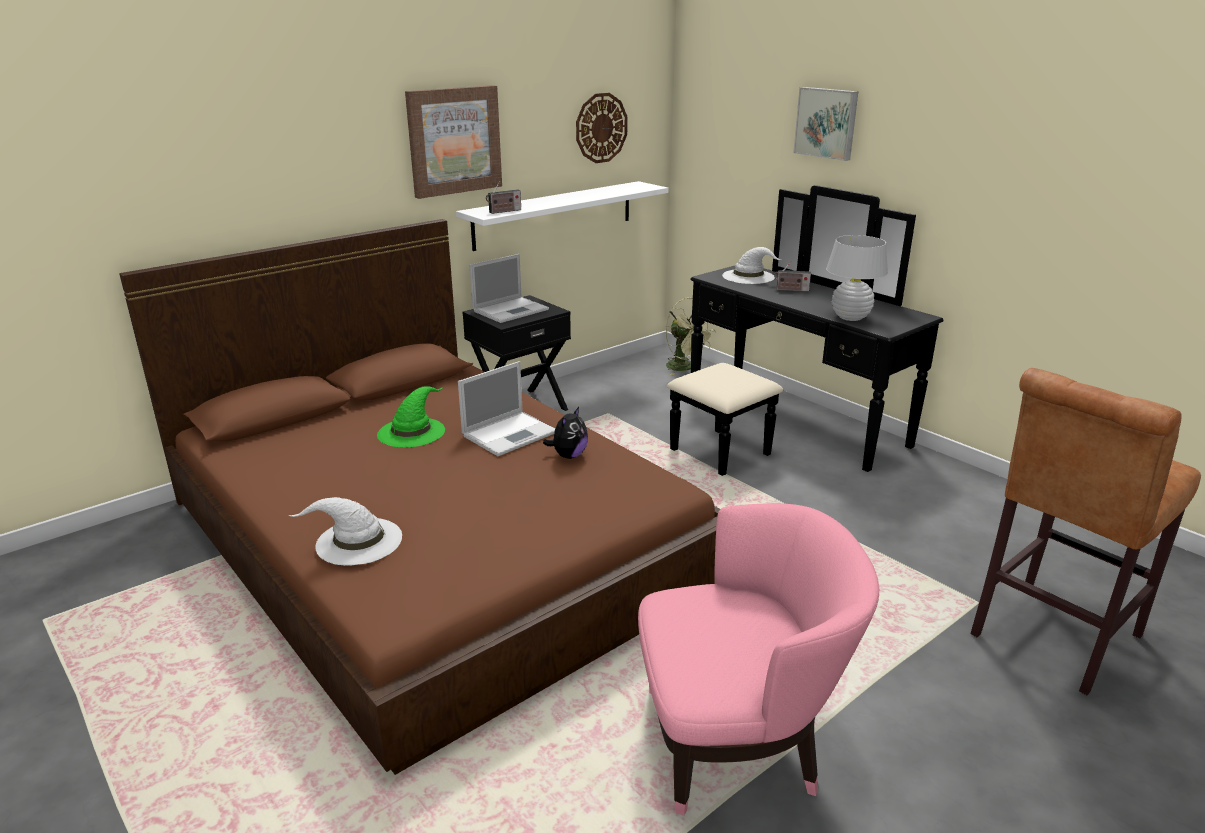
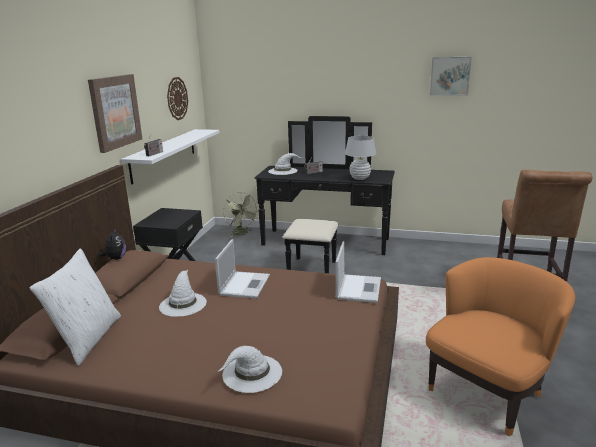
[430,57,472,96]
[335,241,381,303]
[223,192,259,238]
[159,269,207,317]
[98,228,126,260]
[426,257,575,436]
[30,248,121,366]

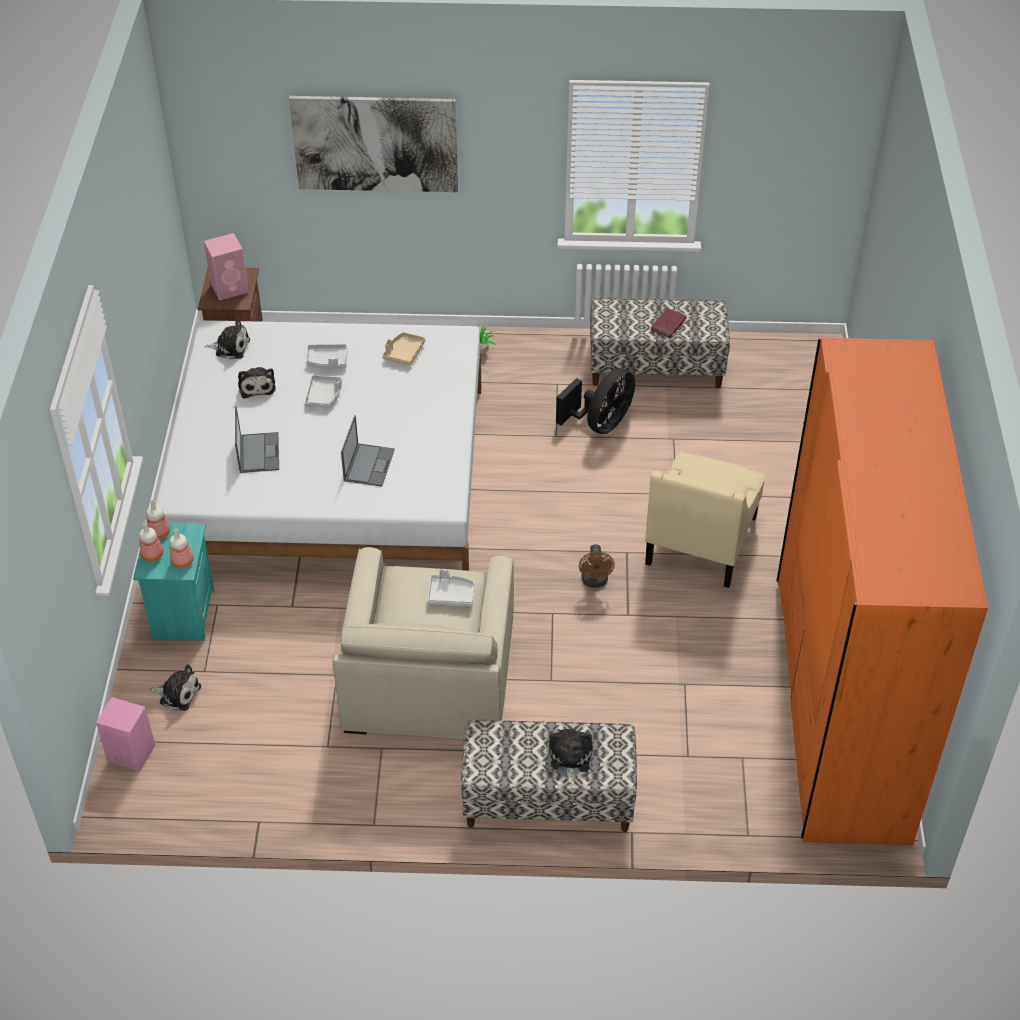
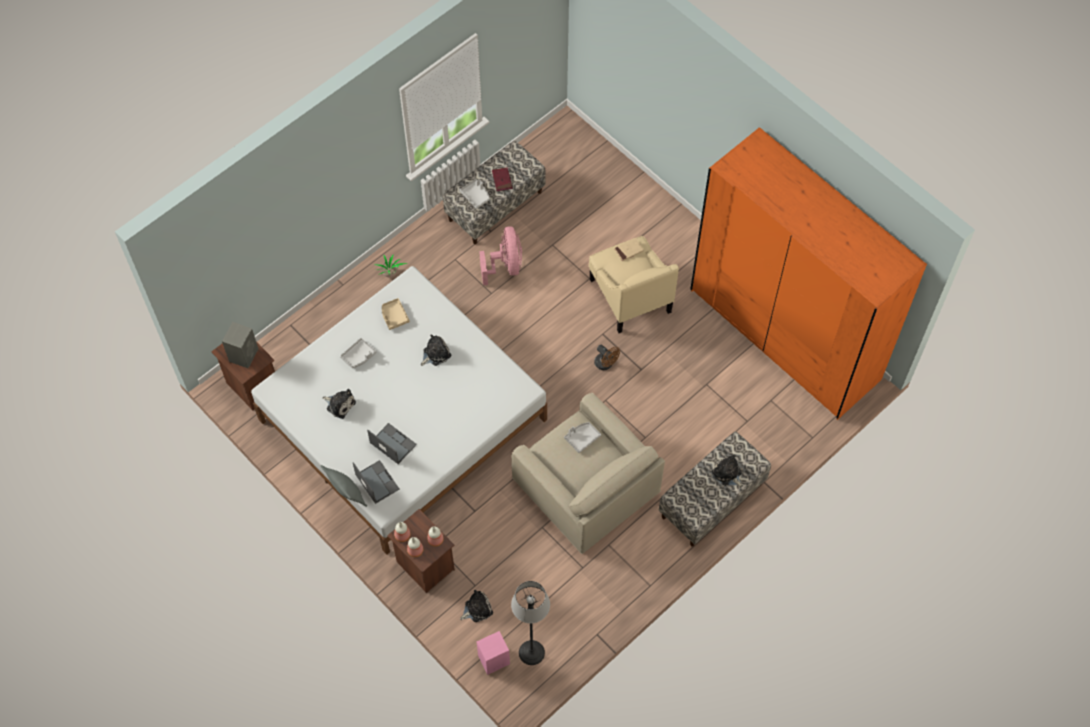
[289,96,458,192] (first image)
[222,322,258,368]
[421,334,452,366]
[479,226,522,285]
[460,179,490,209]
[353,460,399,504]
[387,509,455,593]
[614,237,644,262]
[321,465,367,507]
[511,581,550,665]

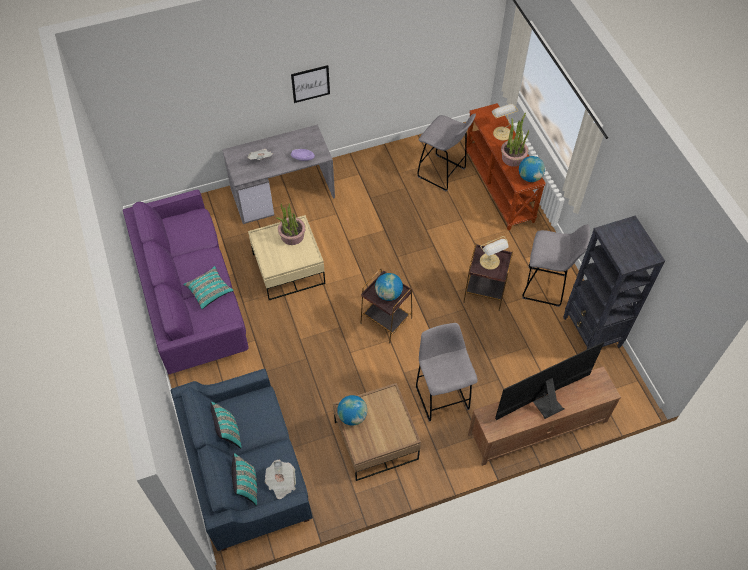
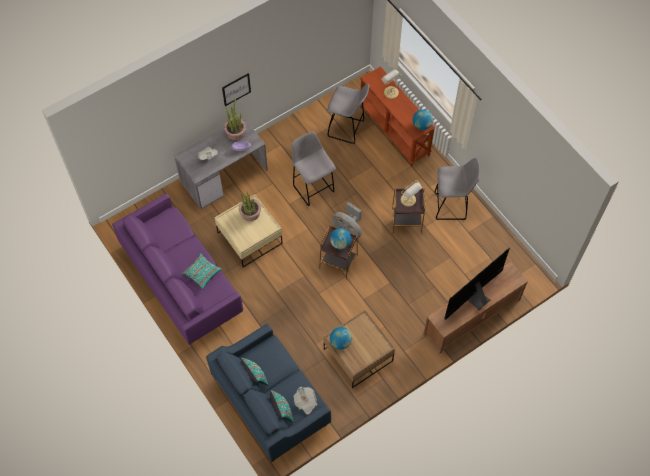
[224,99,246,140]
[563,216,665,349] (first image)
[291,132,336,207]
[332,202,362,238]

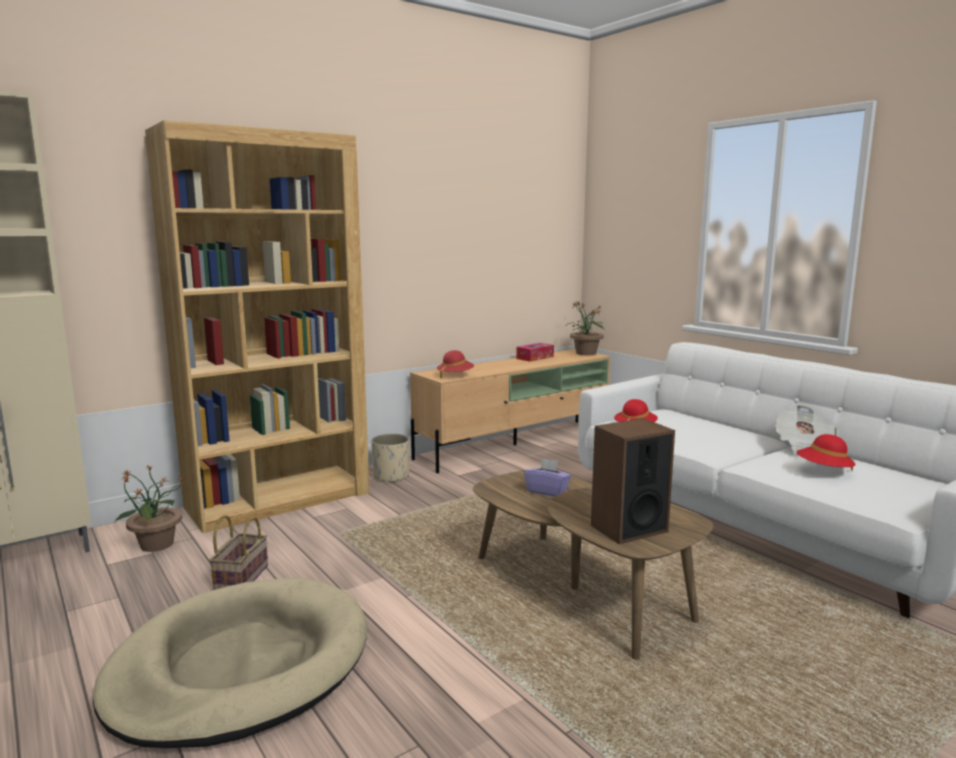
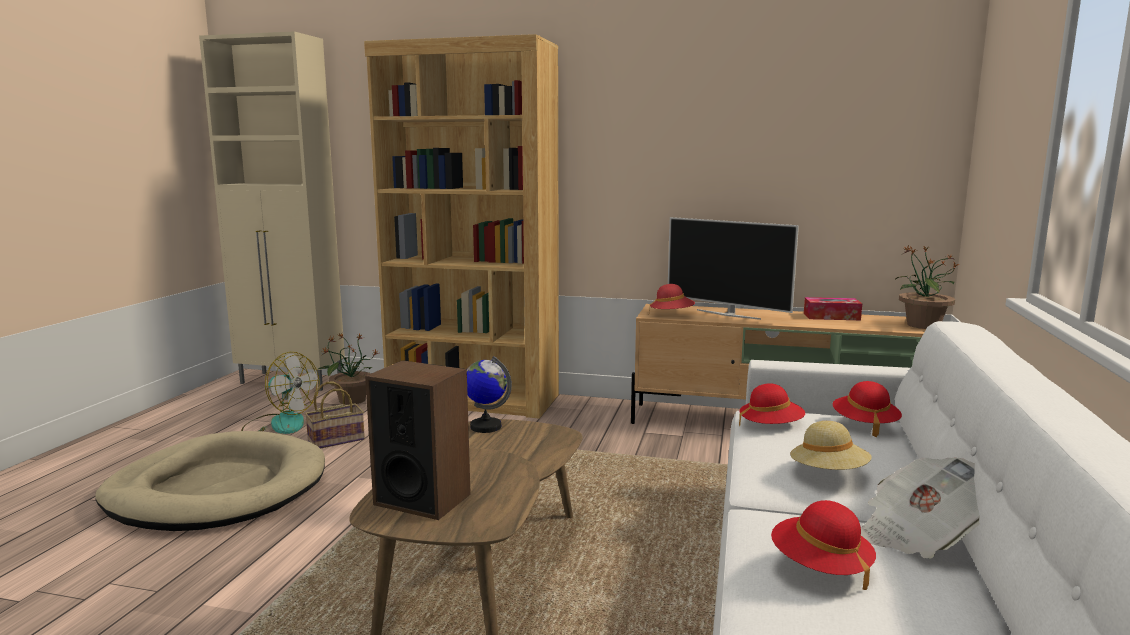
[371,434,410,483] (first image)
[524,458,571,497] (first image)
[668,217,799,320]
[241,352,319,434]
[467,356,512,433]
[833,381,902,437]
[790,421,872,470]

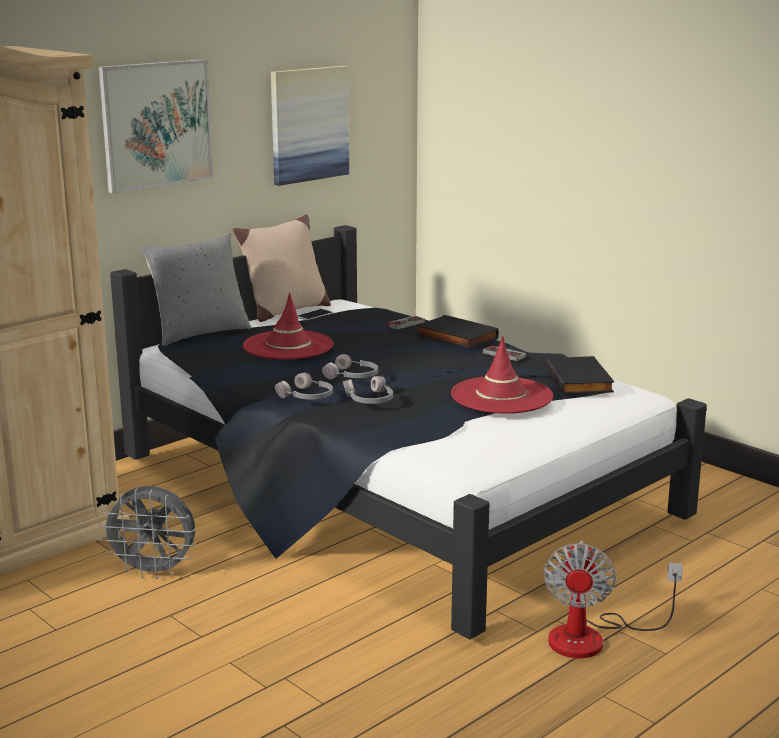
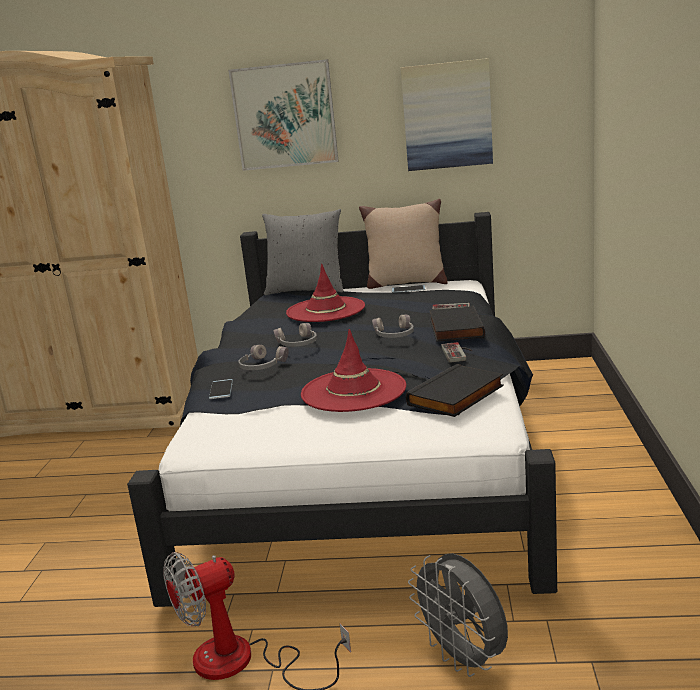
[372,315,414,338]
[408,553,508,677]
[209,379,233,399]

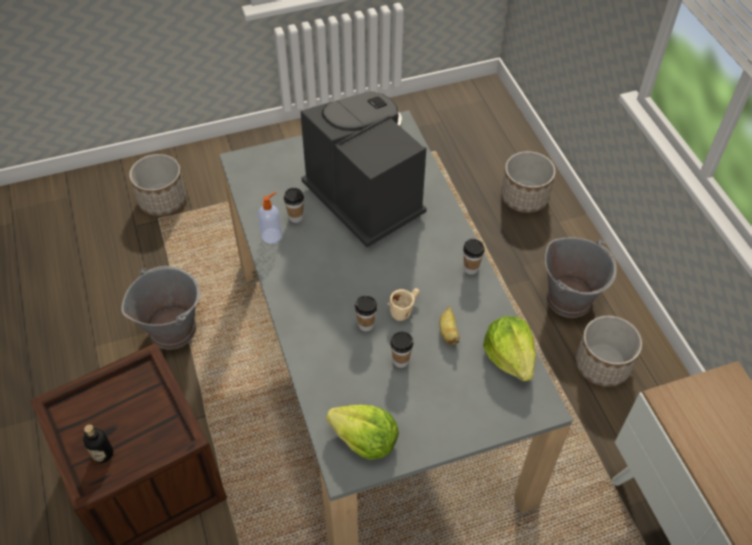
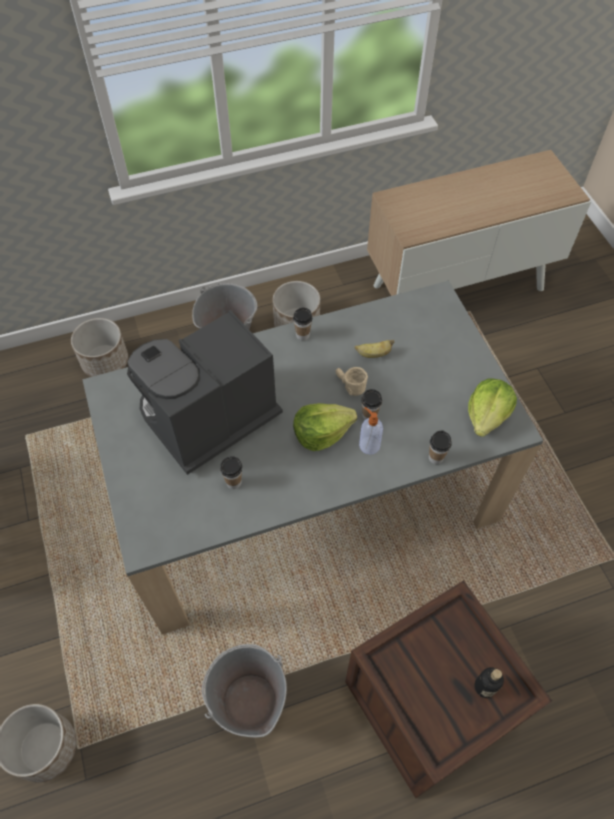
[359,407,383,454]
[293,403,357,451]
[429,431,452,464]

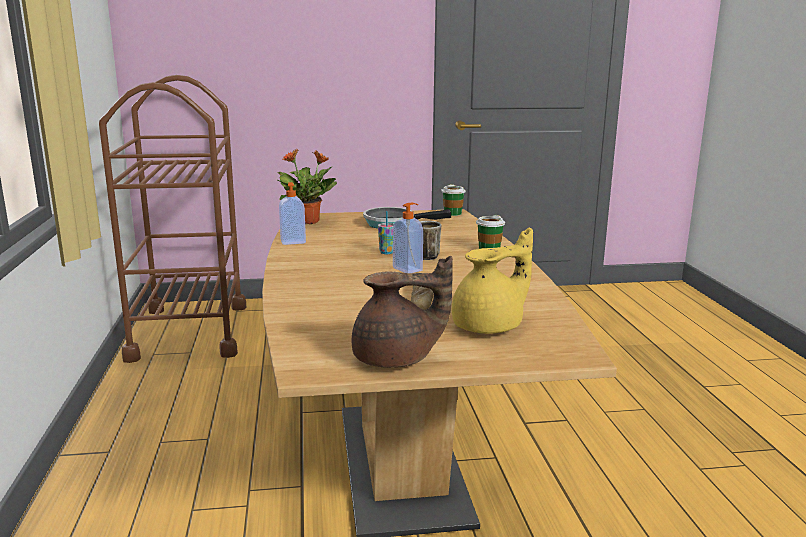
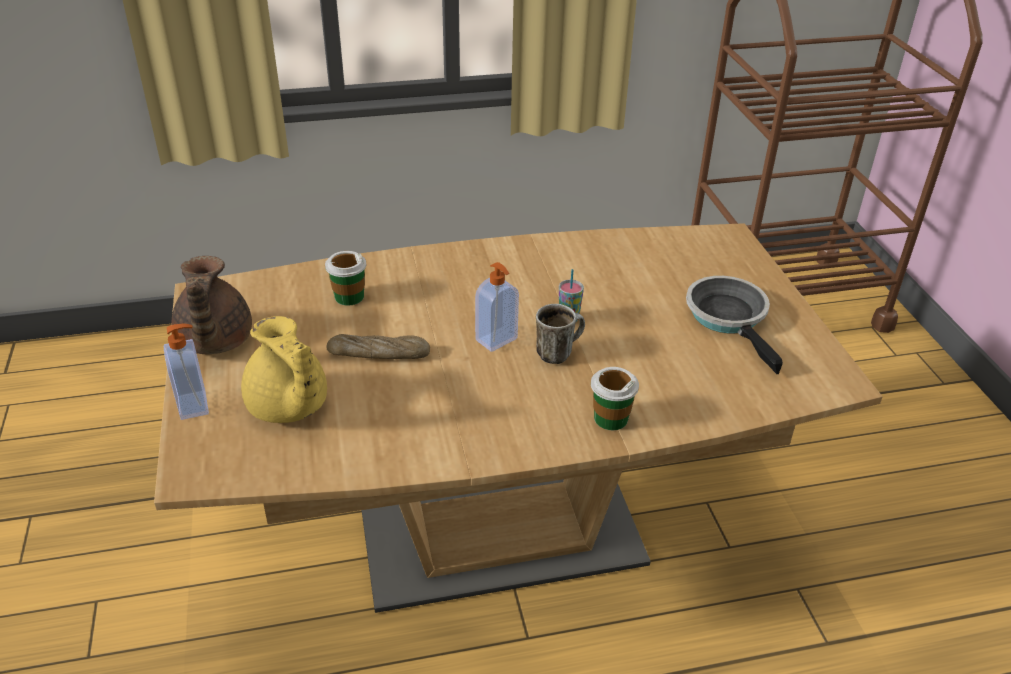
[277,149,337,224] (first image)
[164,324,209,420]
[325,251,366,306]

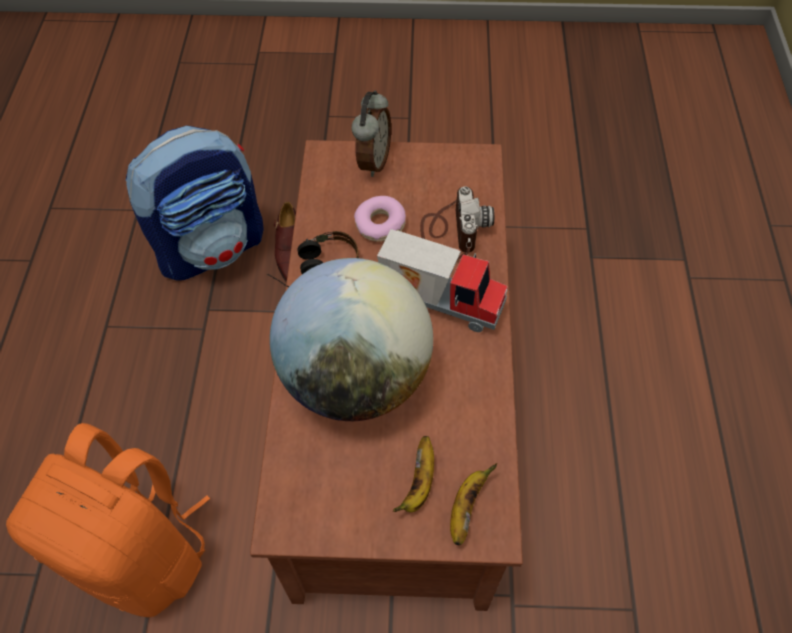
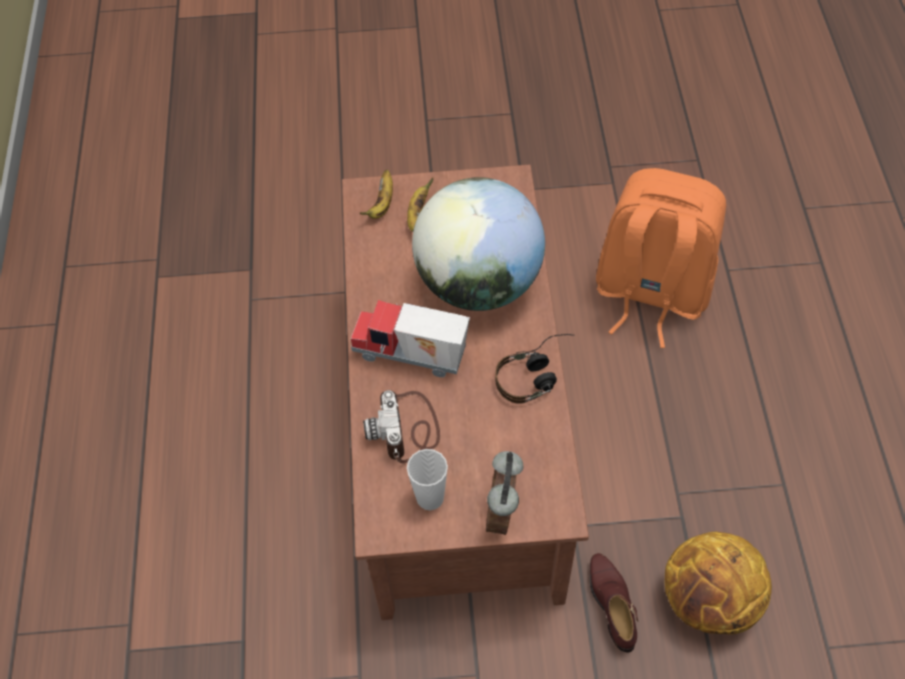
[665,532,772,634]
[354,196,406,242] (first image)
[407,449,448,510]

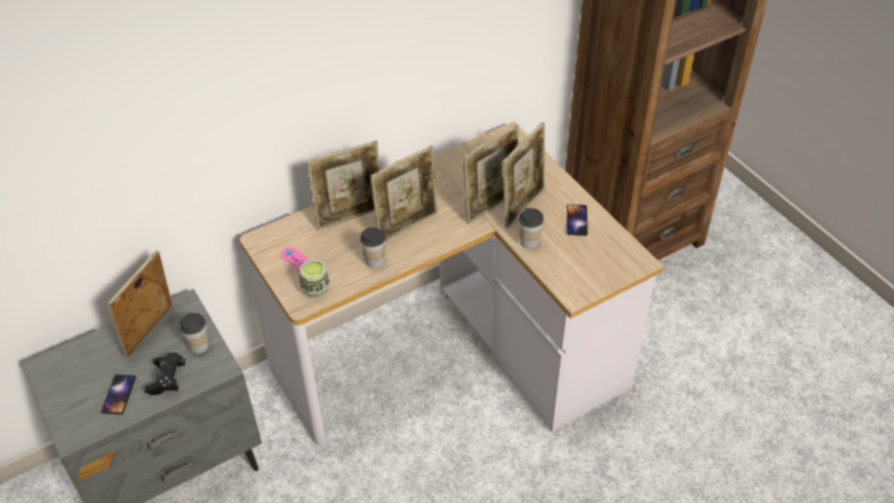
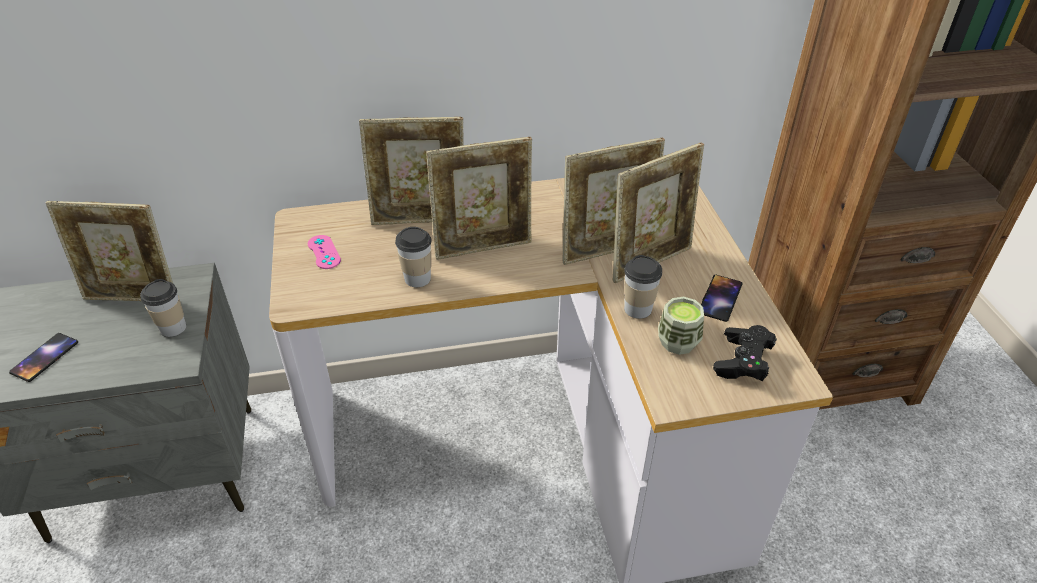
[46,201,173,301]
[658,297,704,355]
[713,325,777,381]

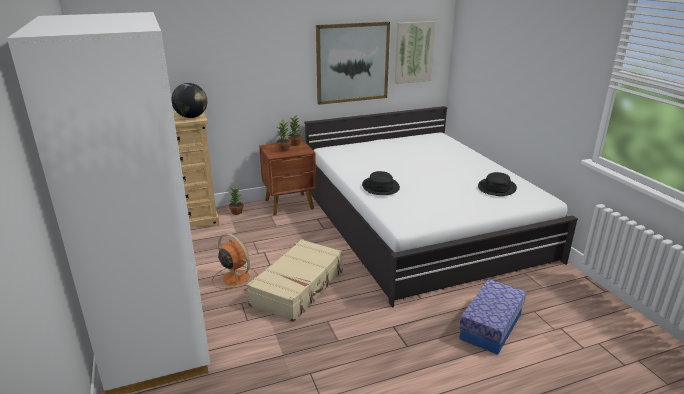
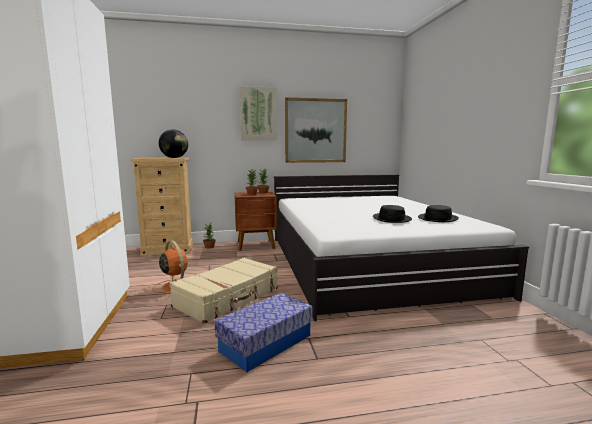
[240,86,277,141]
[373,205,412,223]
[214,293,313,372]

